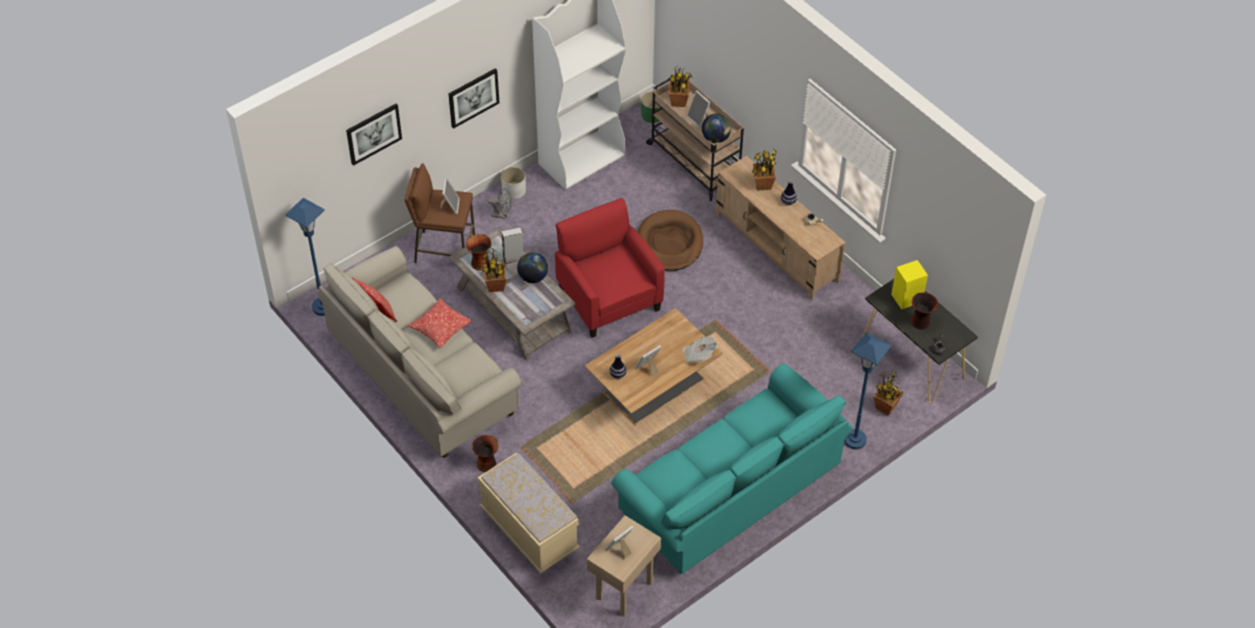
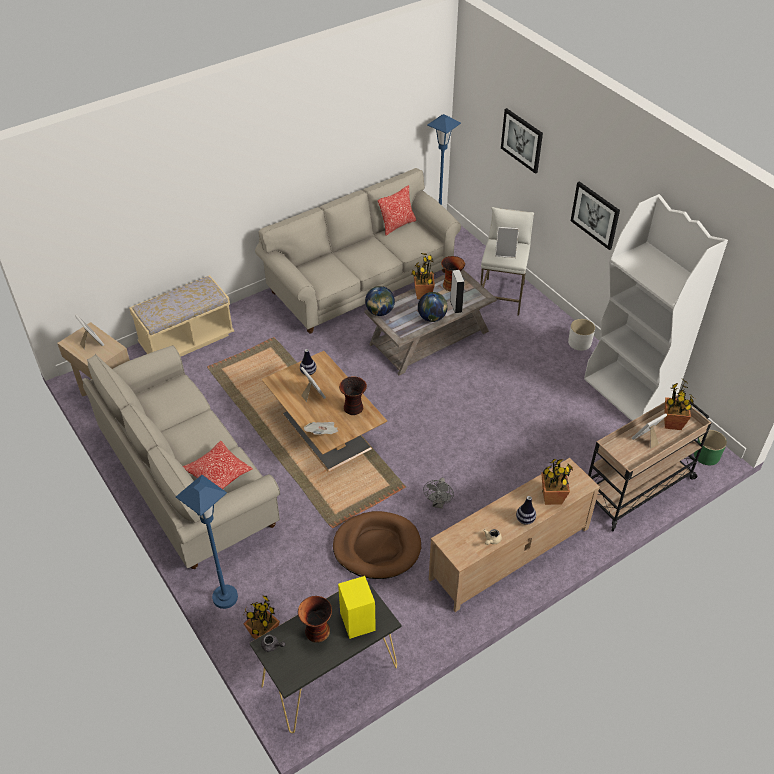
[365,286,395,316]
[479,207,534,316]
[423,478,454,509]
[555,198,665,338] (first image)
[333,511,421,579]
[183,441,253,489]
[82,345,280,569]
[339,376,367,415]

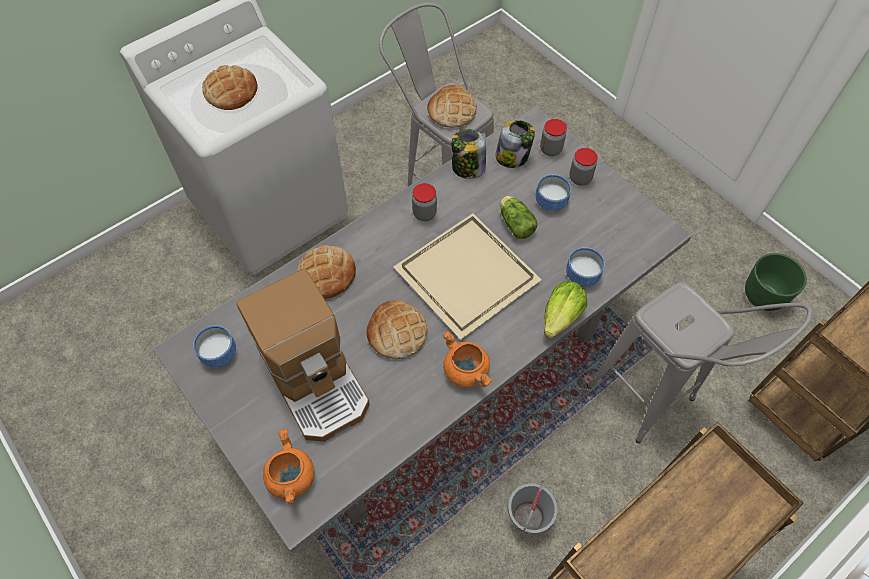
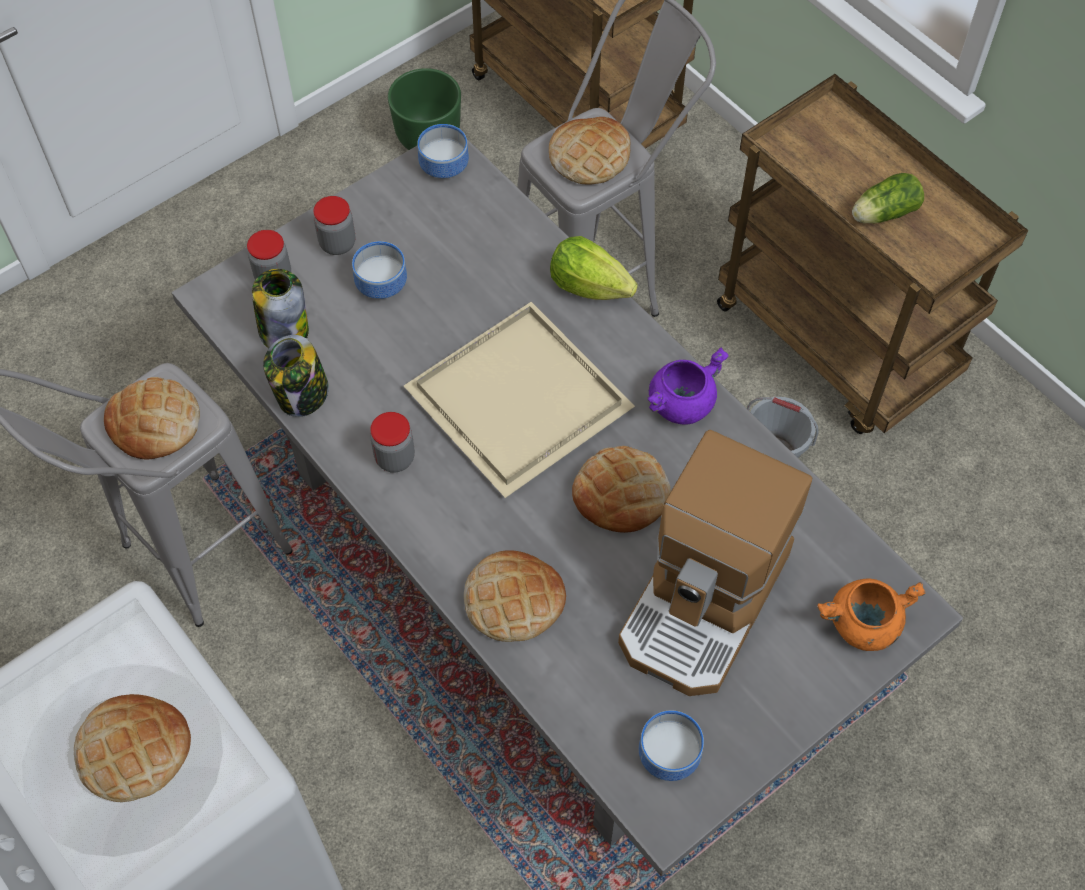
[852,173,924,223]
[417,124,469,178]
[618,430,812,696]
[647,348,729,425]
[549,117,630,185]

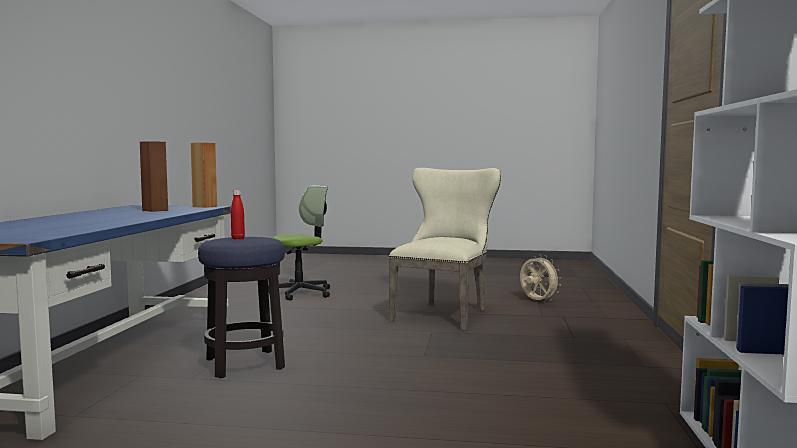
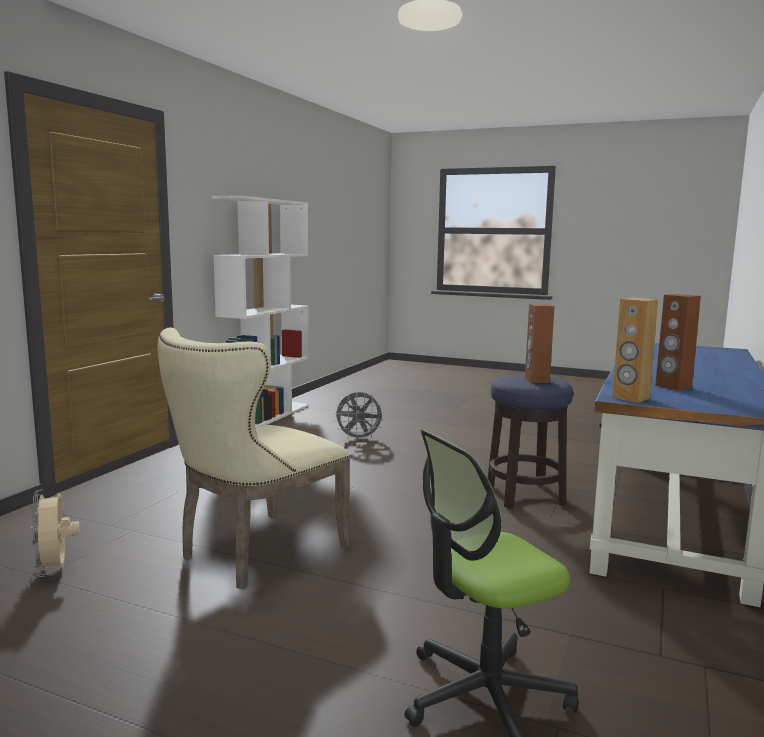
[525,304,555,383]
[335,392,385,441]

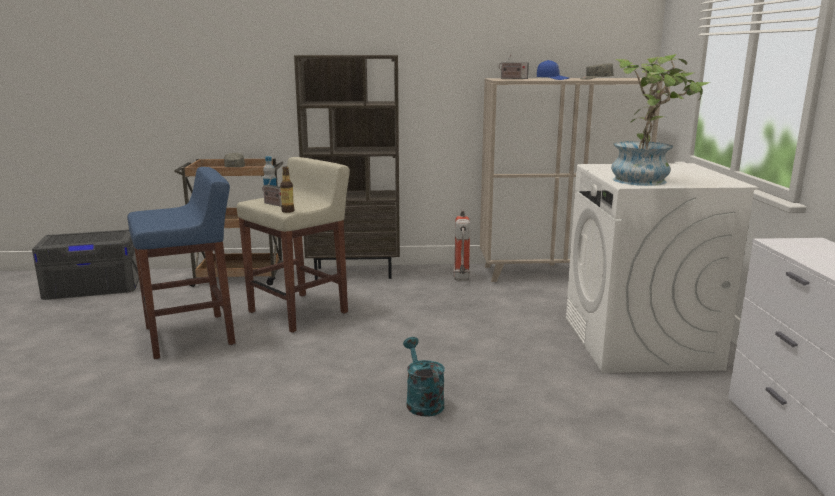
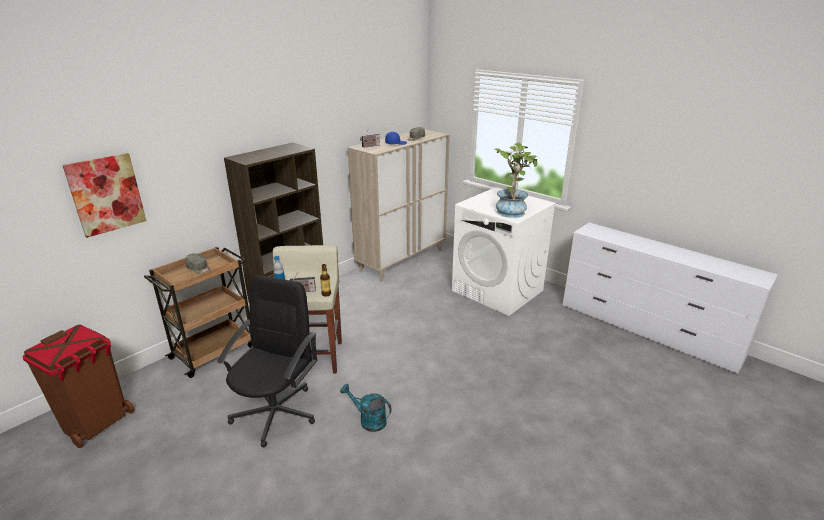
[217,275,317,447]
[453,209,471,281] (first image)
[23,325,134,448]
[340,384,392,432]
[62,153,146,238]

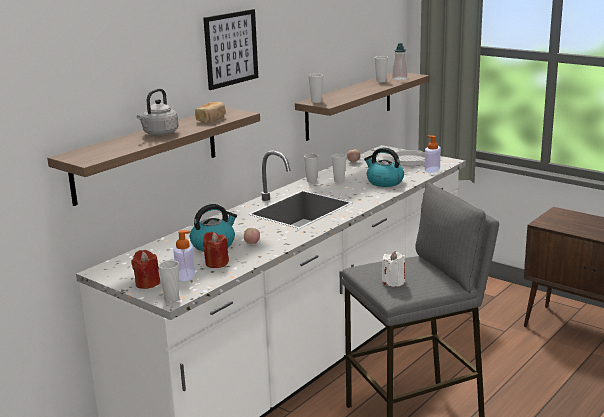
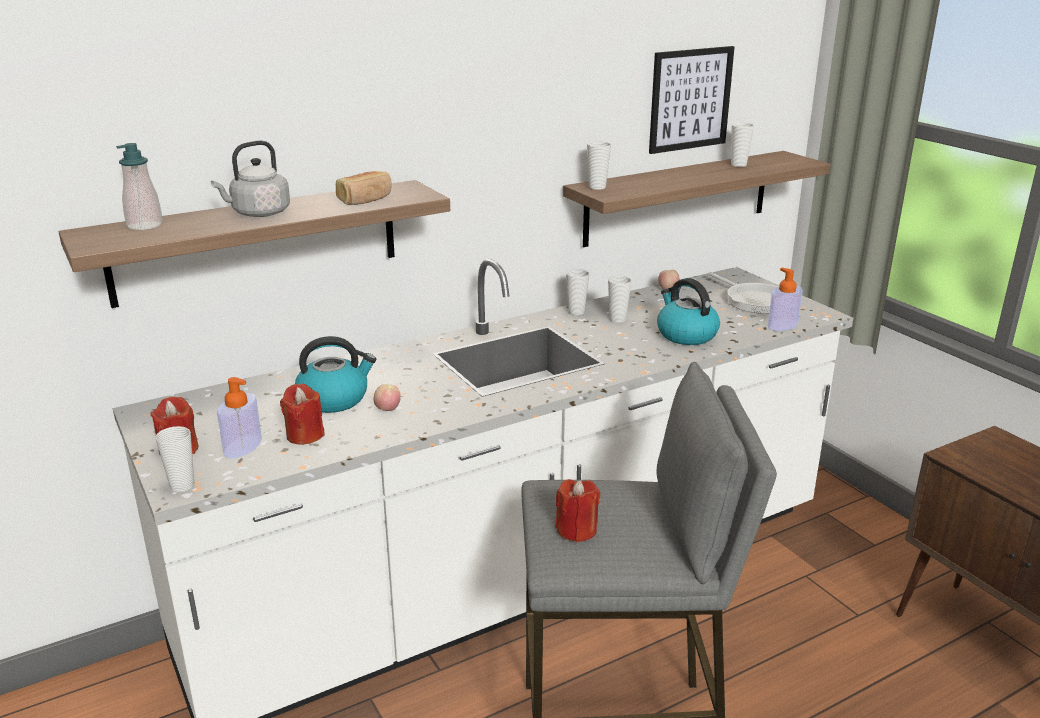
[649,46,735,154]
[116,143,163,230]
[555,479,600,542]

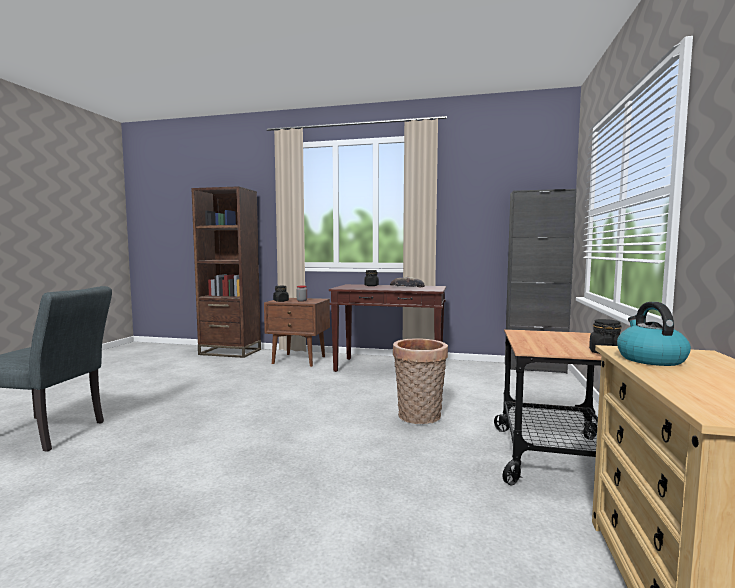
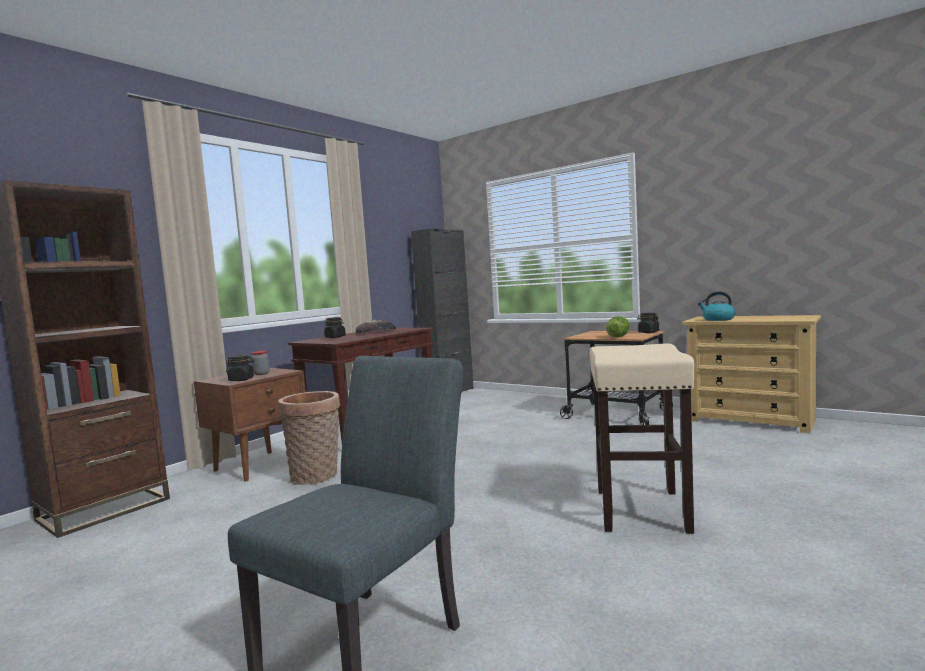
[278,391,340,485]
[606,316,630,337]
[589,344,694,534]

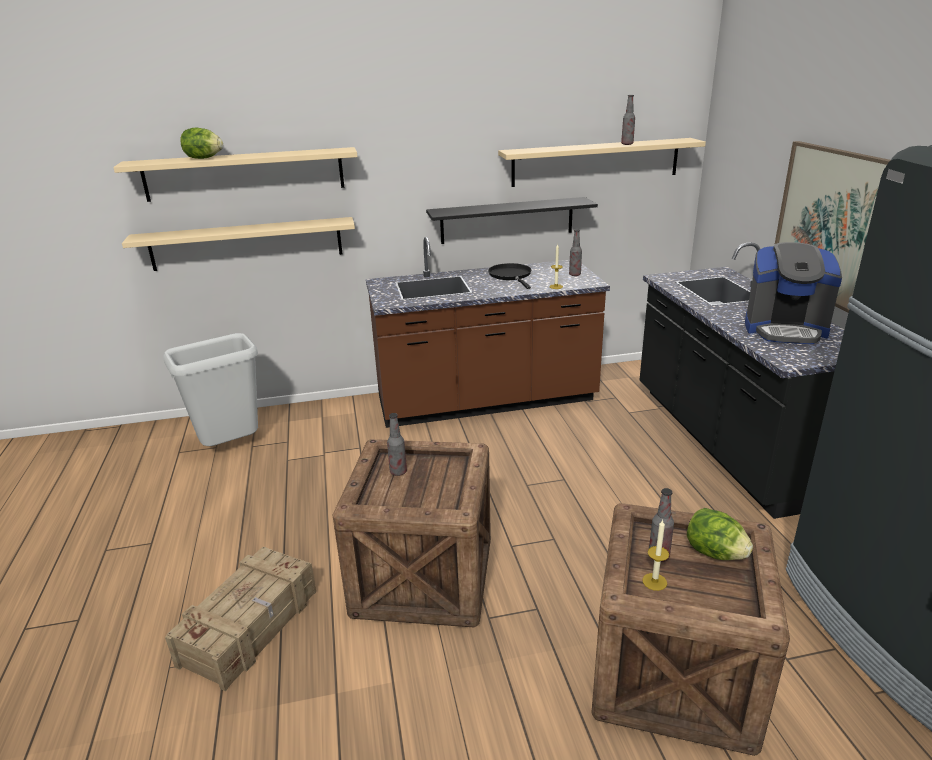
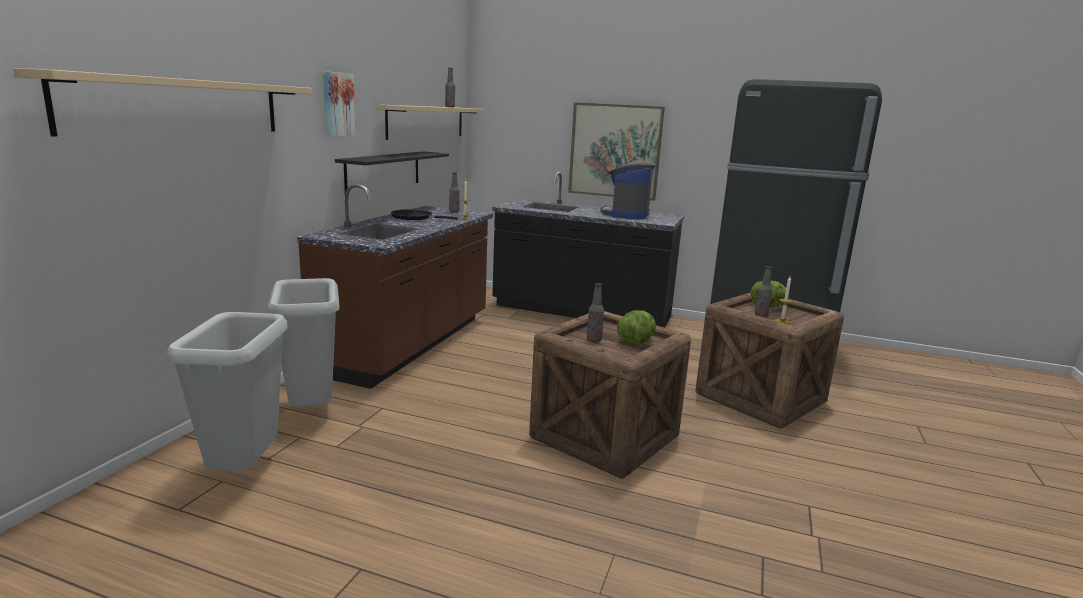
[617,310,656,345]
[122,217,355,271] (first image)
[600,163,656,219]
[165,547,316,691] (first image)
[323,71,356,137]
[267,278,340,407]

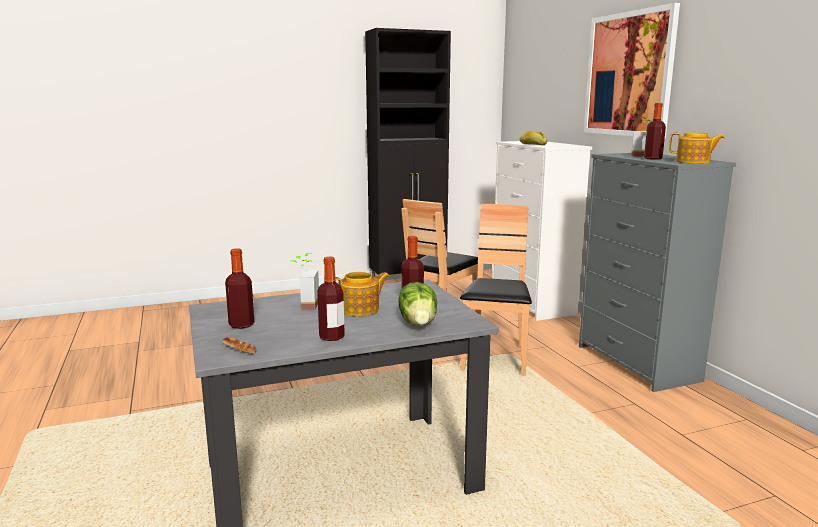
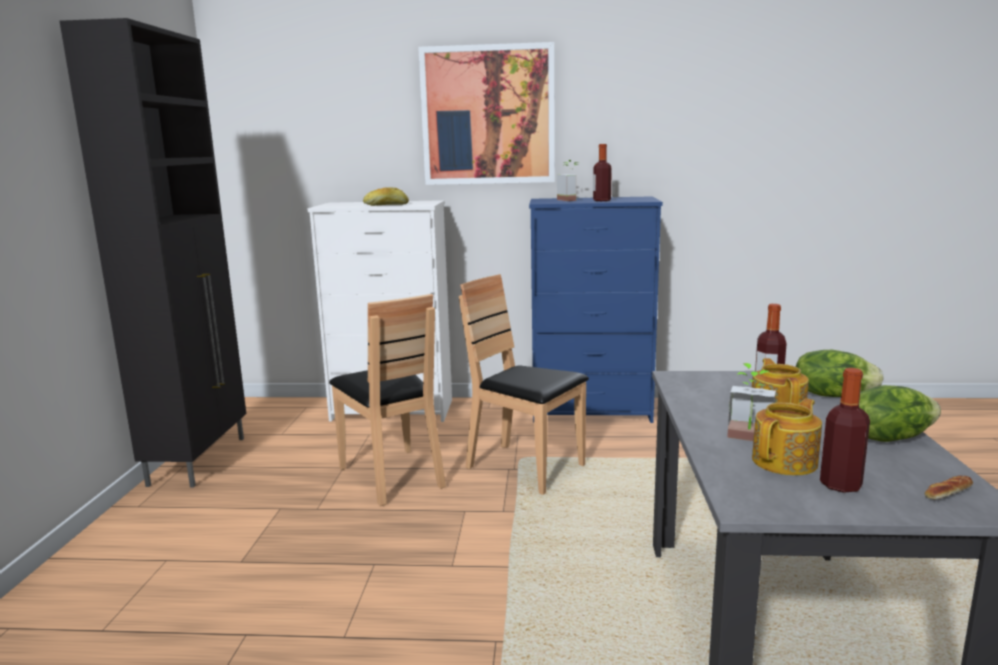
[752,398,822,476]
[529,196,663,423]
[859,385,941,442]

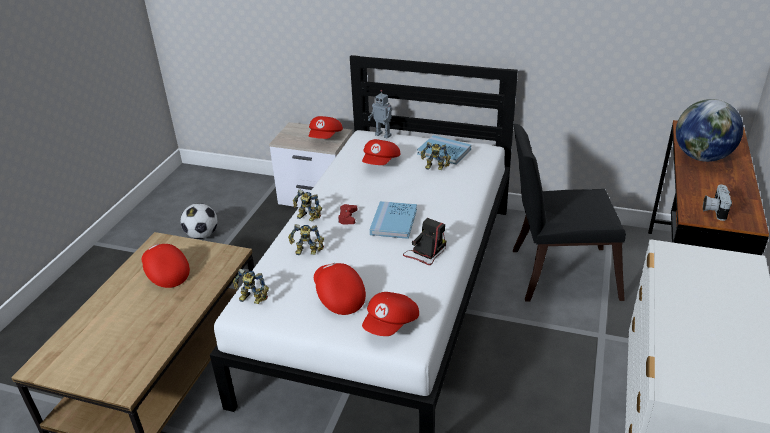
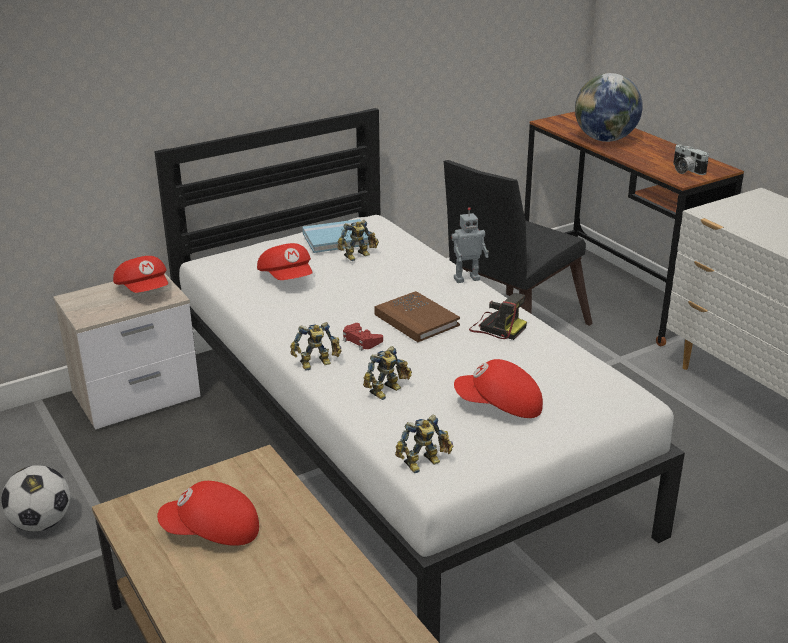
[451,207,489,283]
[374,291,460,342]
[469,293,527,340]
[362,292,419,336] (first image)

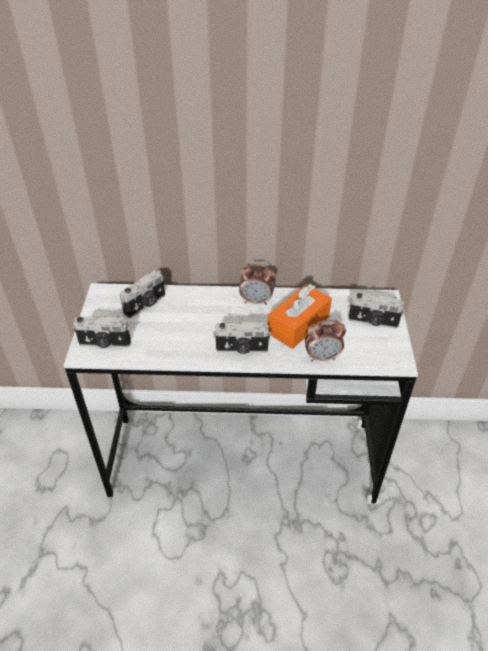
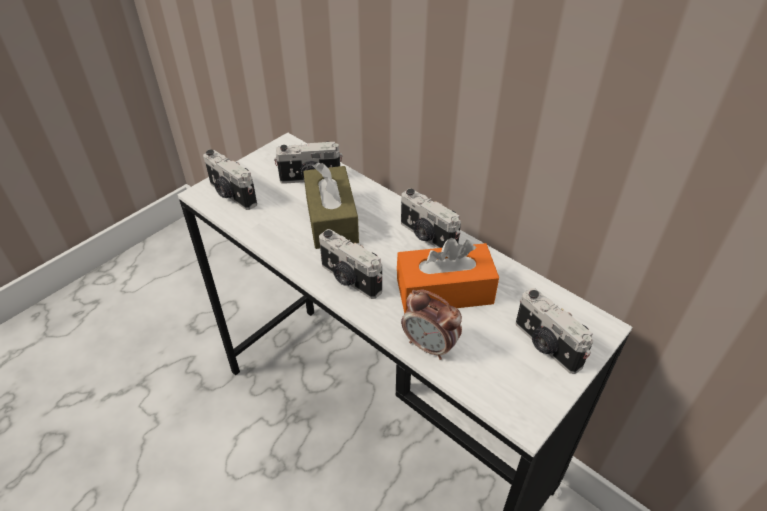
[401,188,461,248]
[303,163,359,249]

